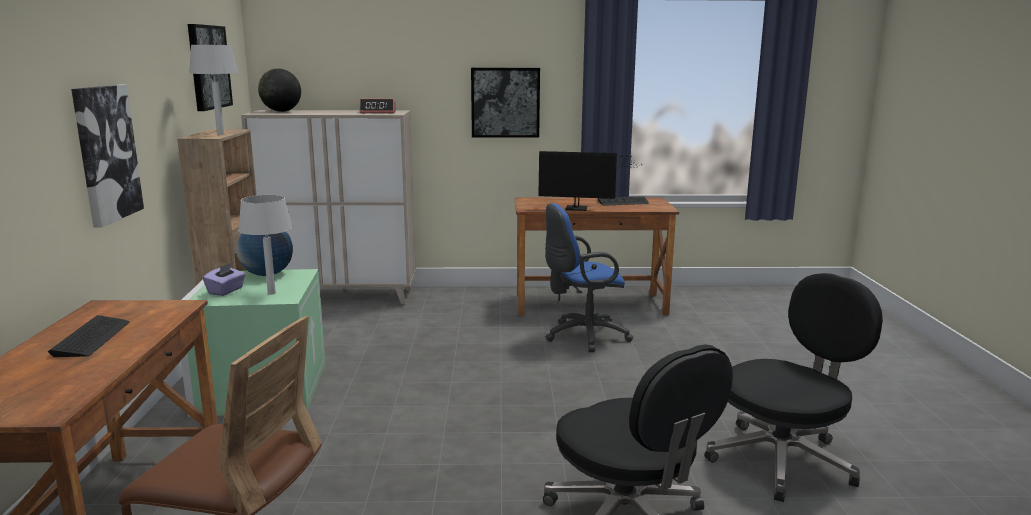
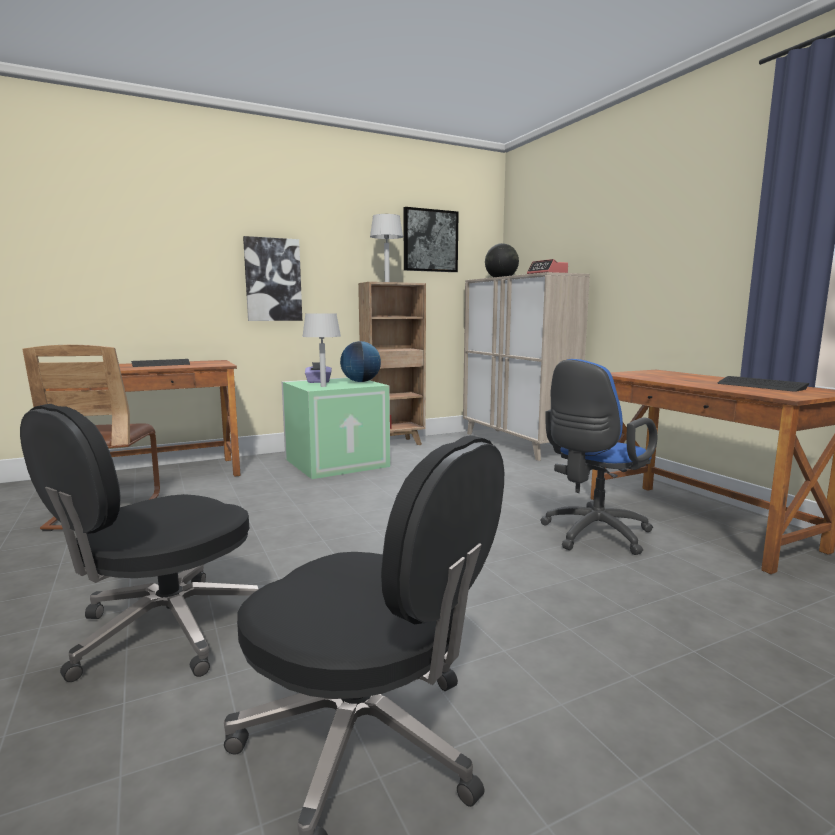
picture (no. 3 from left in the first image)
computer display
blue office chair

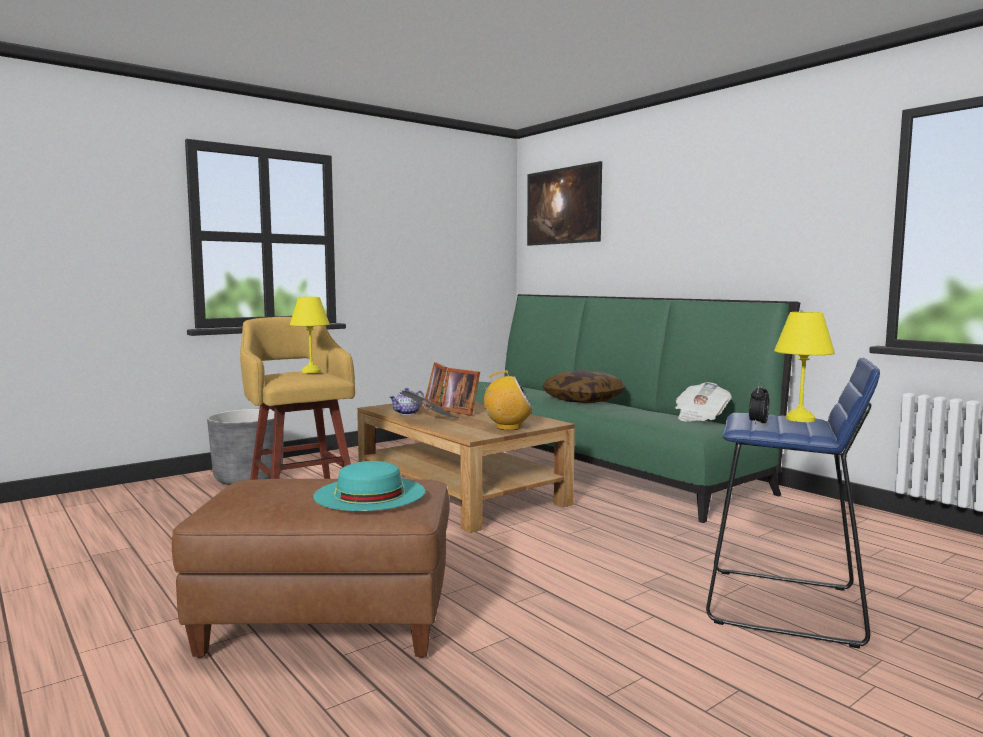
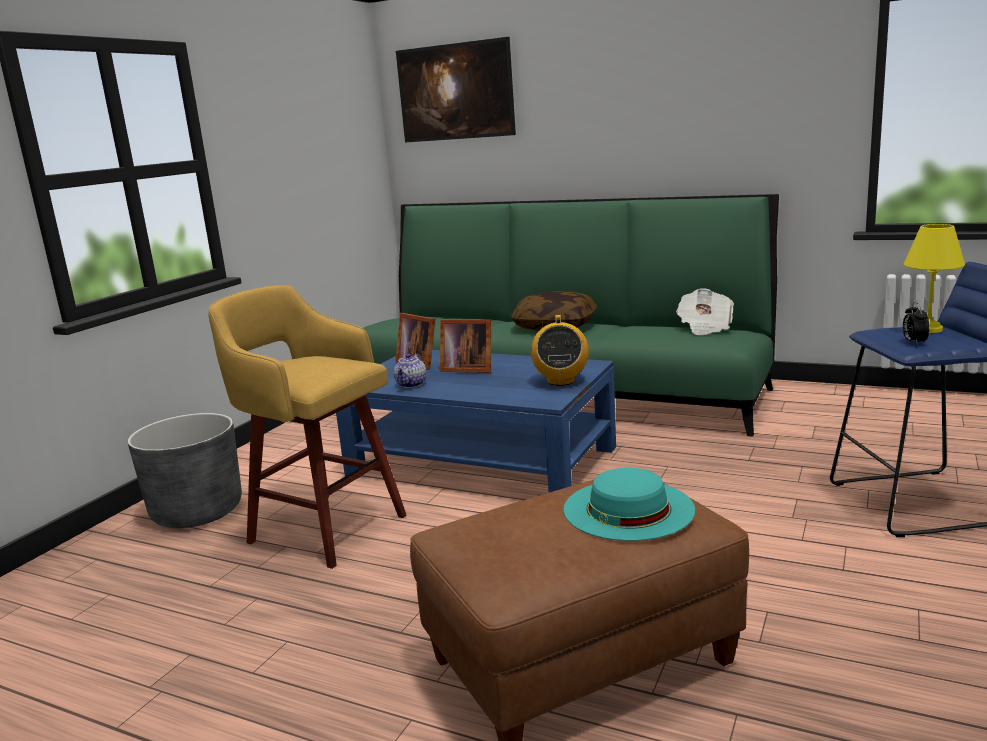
yellow-coloured table lamp (no. 1 from left in the first image)
radio
daily paper (no. 1 from left in the first image)
blue coffee table

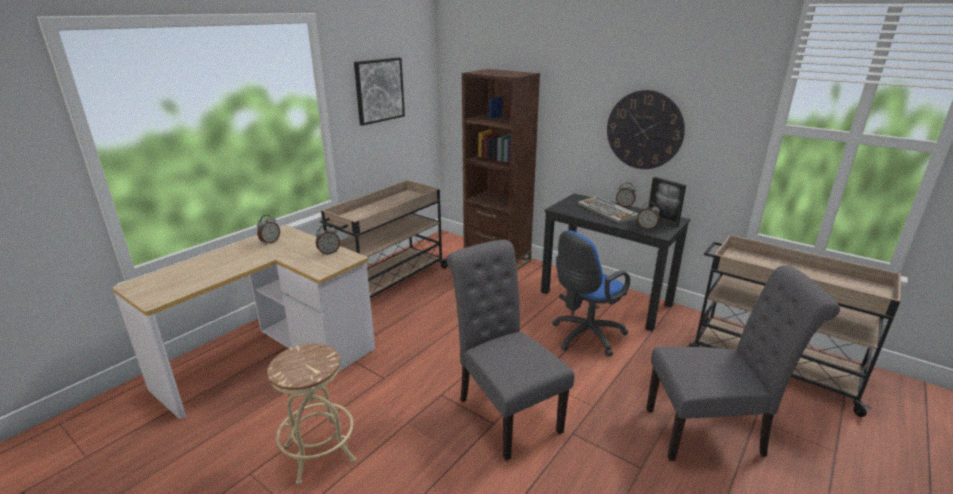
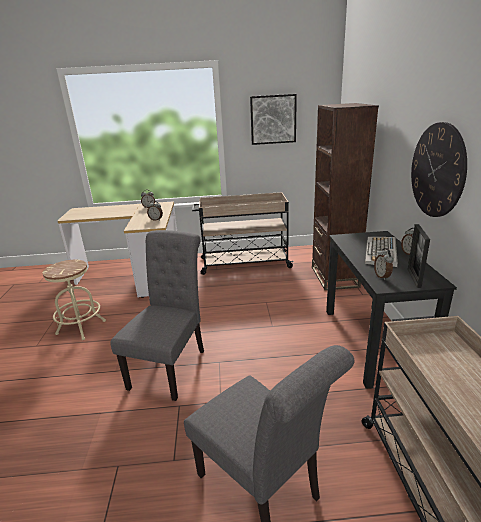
blue office chair

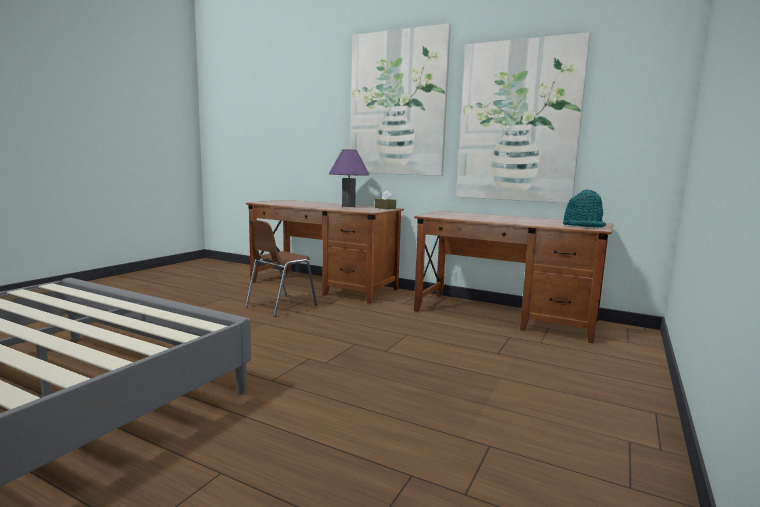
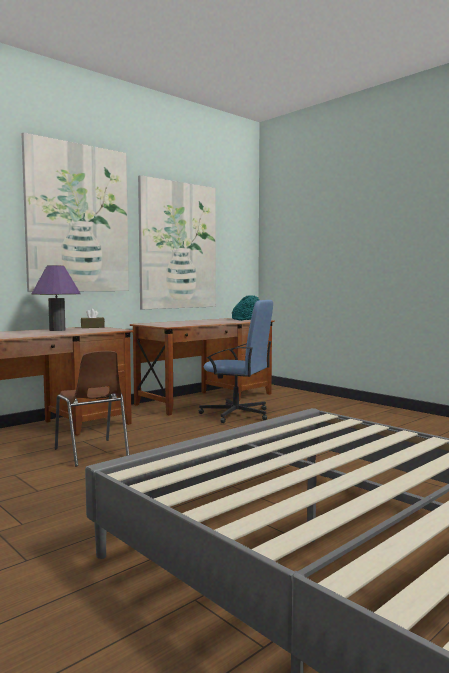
blue office chair

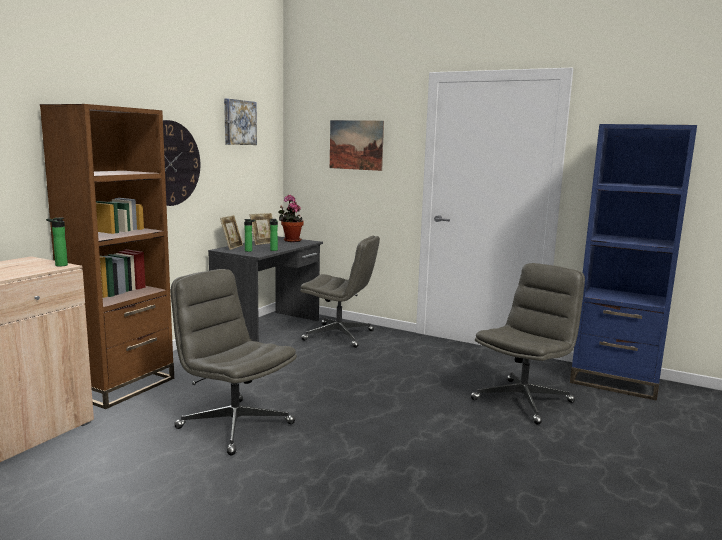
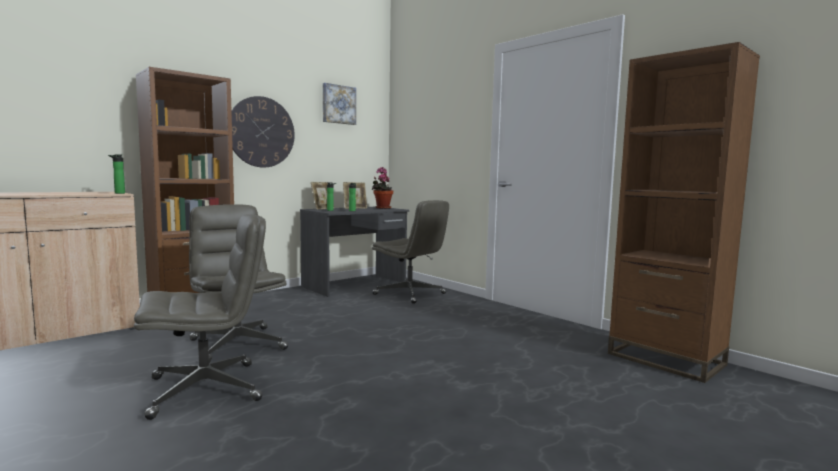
picture (no. 2 from left in the first image)
brown-coloured shelving unit (no. 2 from left)
greyish office chair (no. 1 from left)

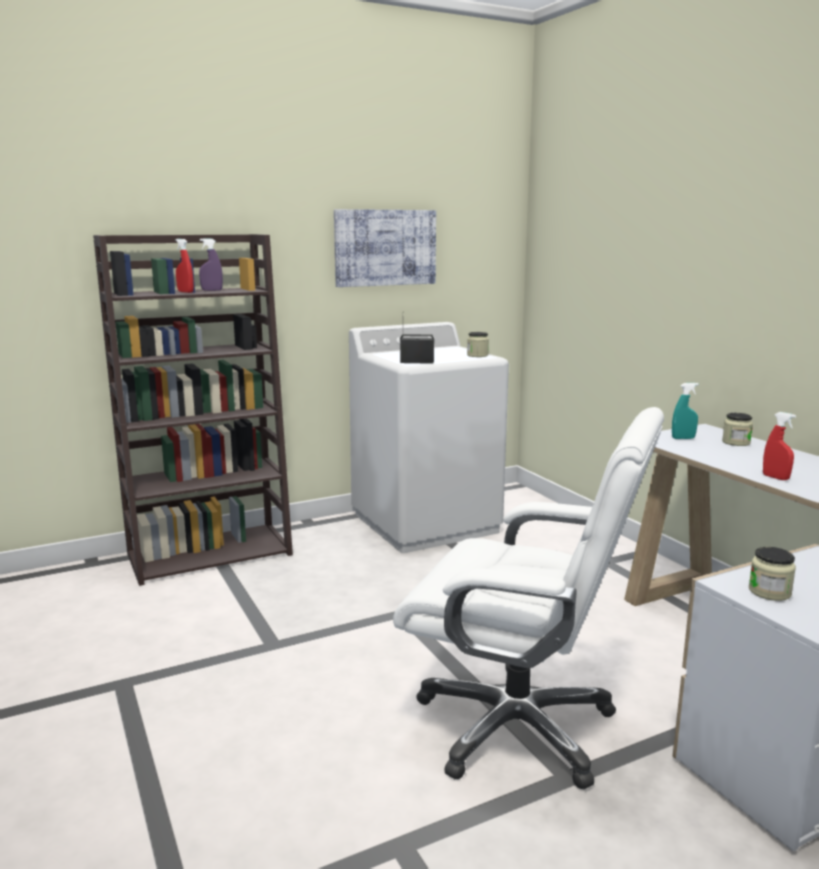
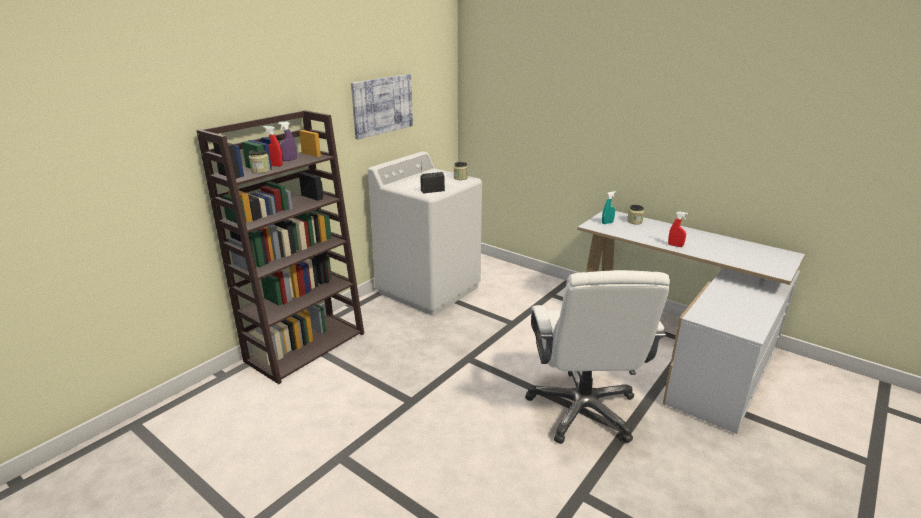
white-coloured office chair
storage jar (no. 1 from left)

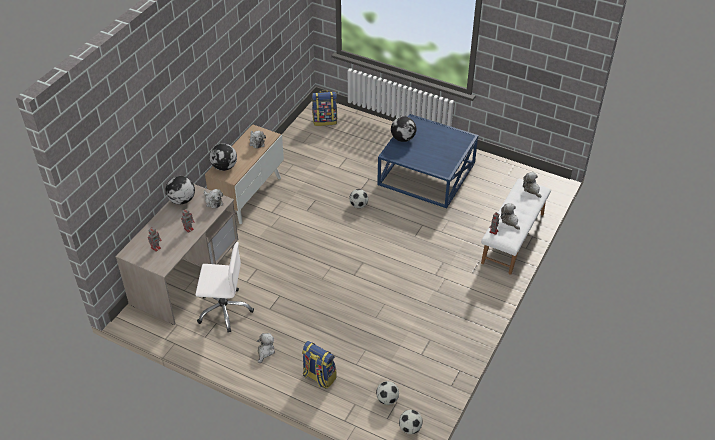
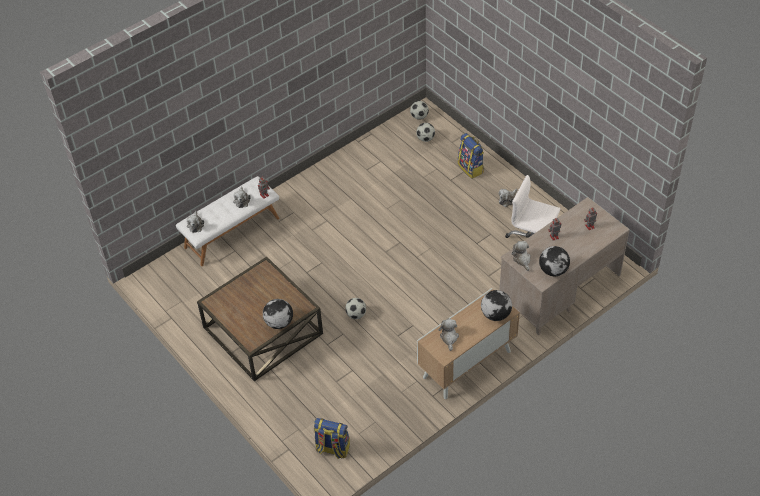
brown-coloured coffee table

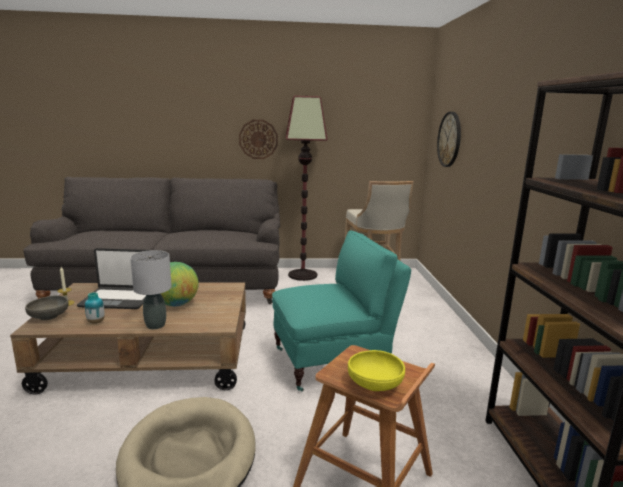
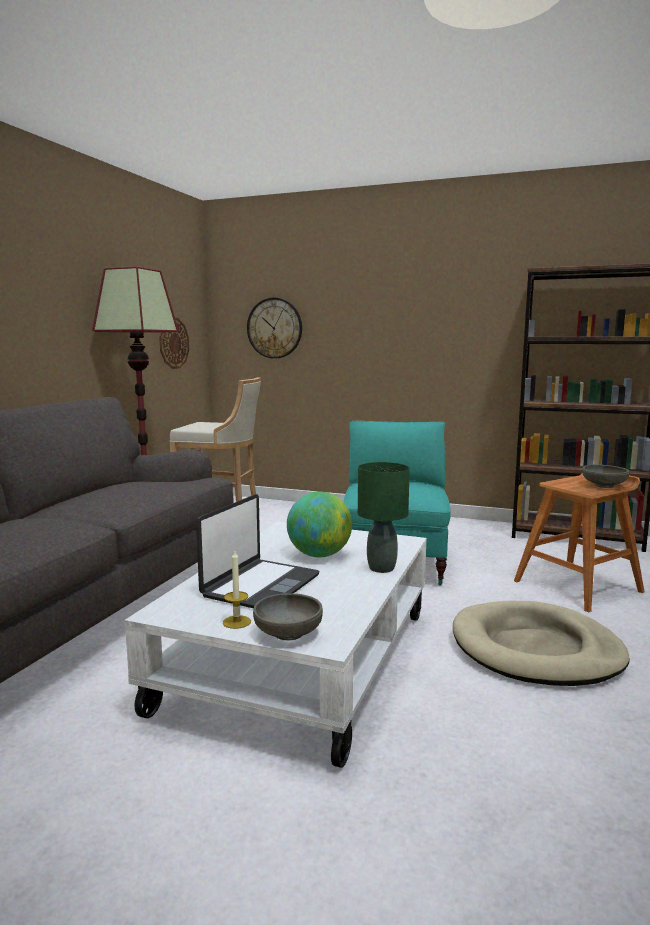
clock on the wall (no. 1 from left)
greenish table lamp
white-coloured coffee table
vase
greyish serving bowl (no. 2 from left)

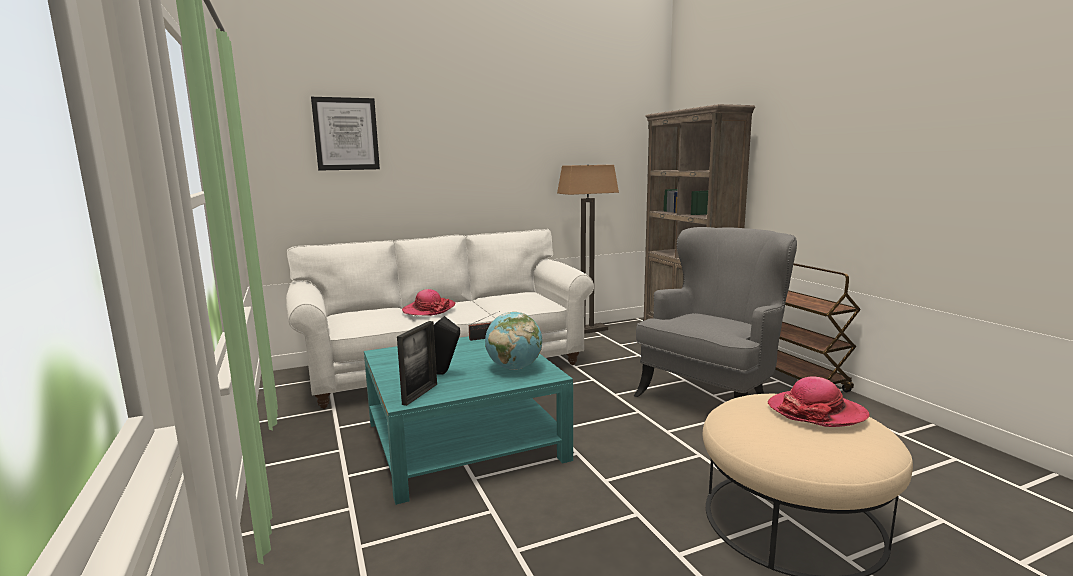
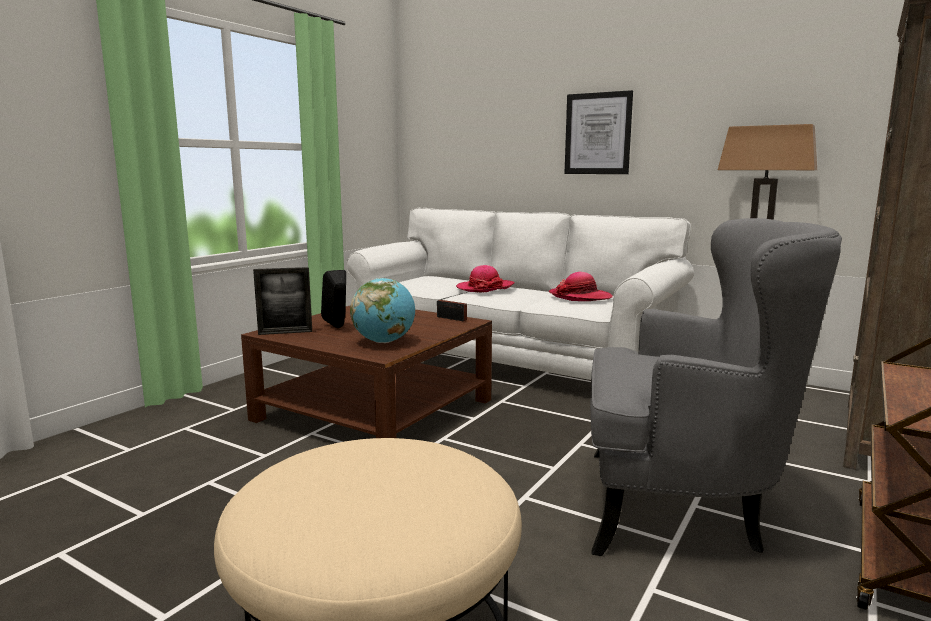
picture
brown-coloured coffee table
hat (no. 2 from left)

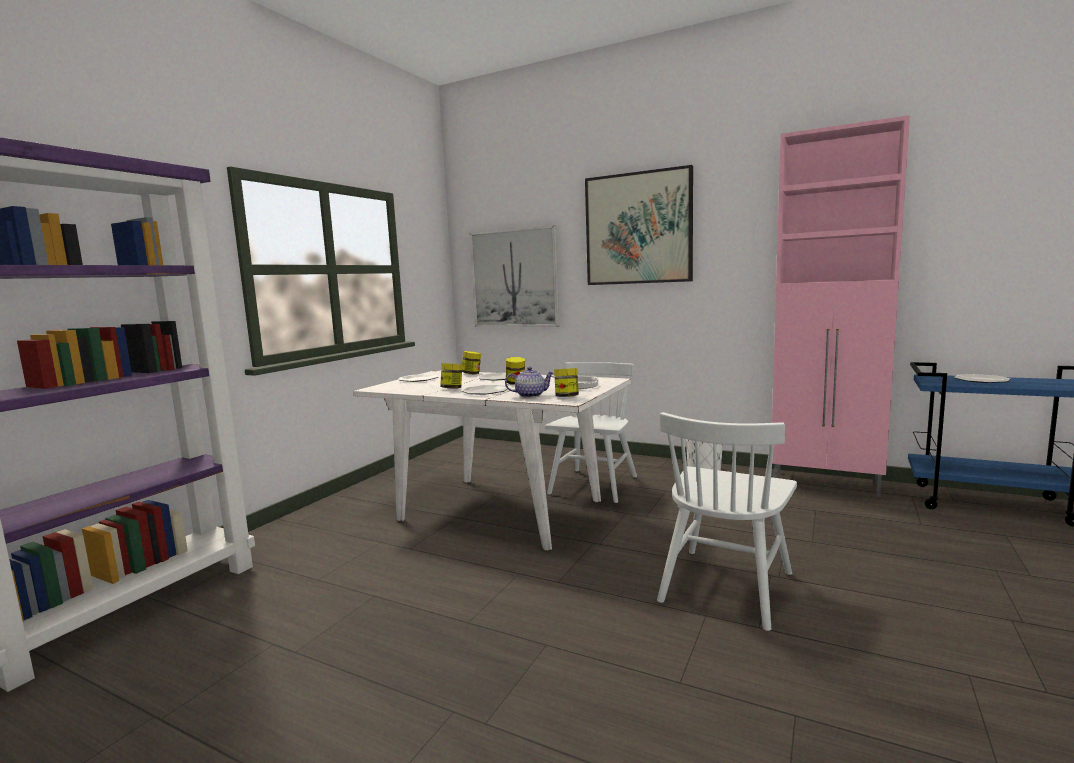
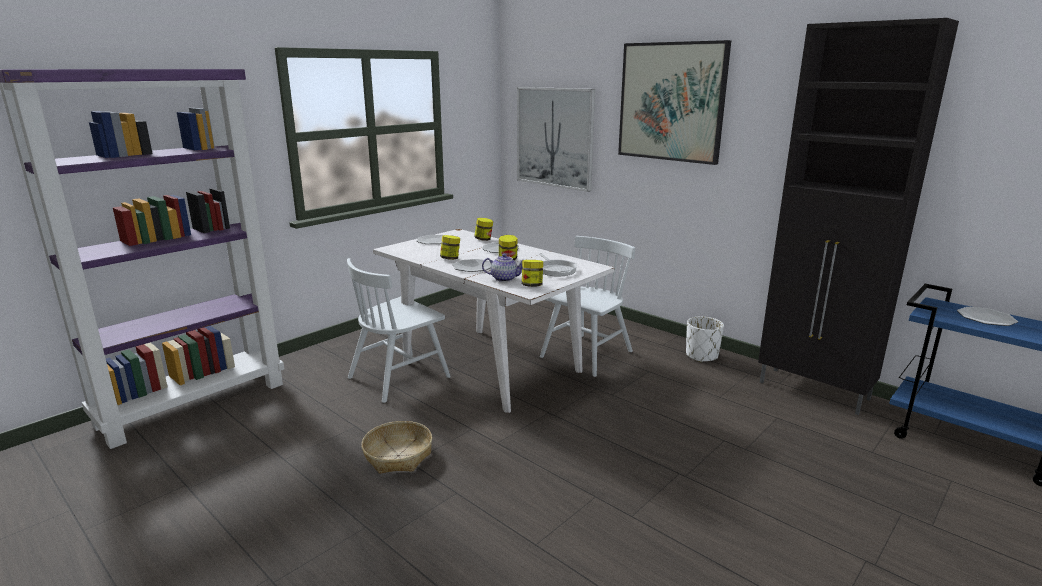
black-coloured cabinet
white-coloured upright chair (no. 1 from left)
storage basket

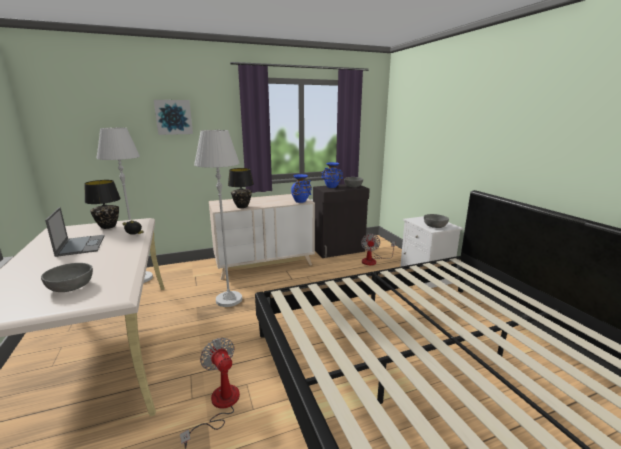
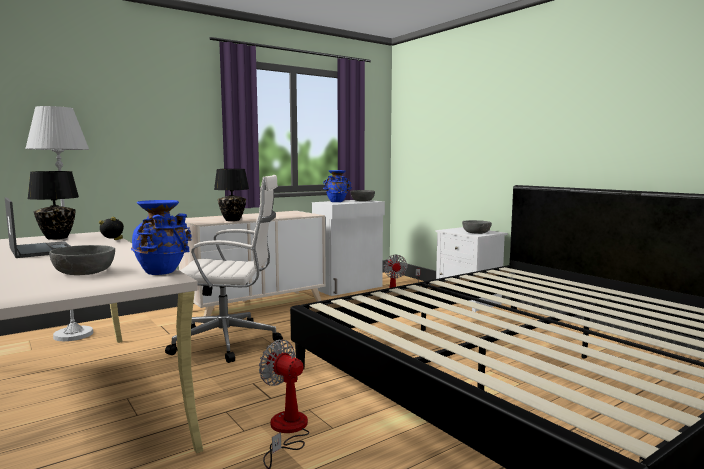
picture
white-coloured office chair
blue vase (no. 1 from left)
white-coloured cabinet

